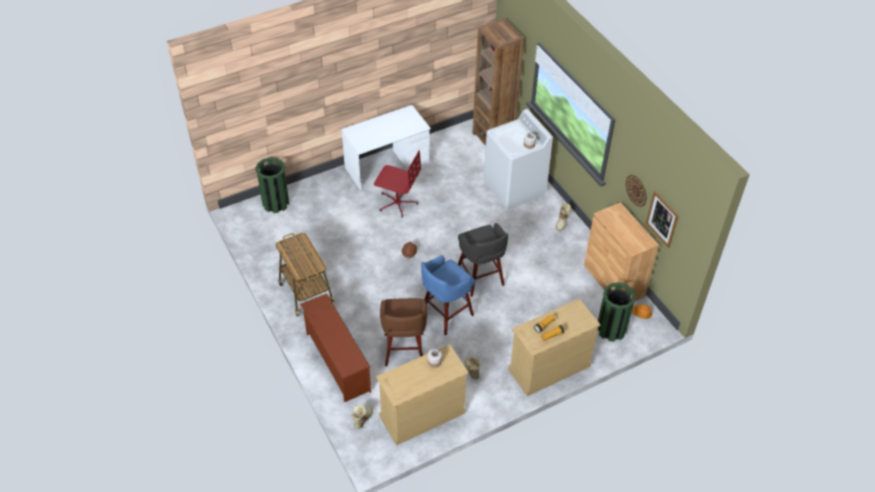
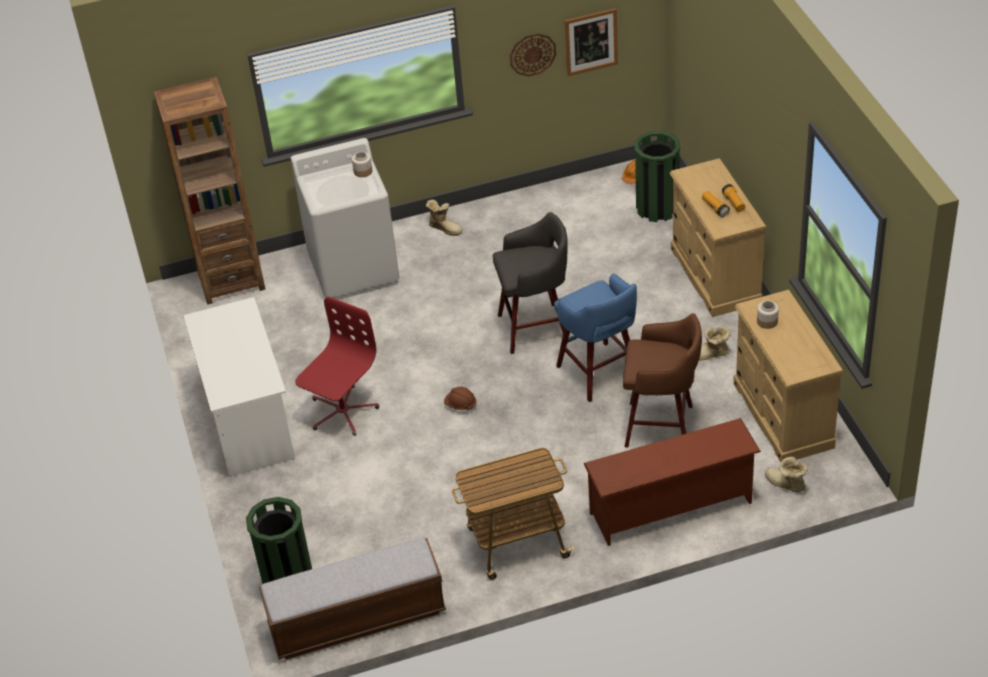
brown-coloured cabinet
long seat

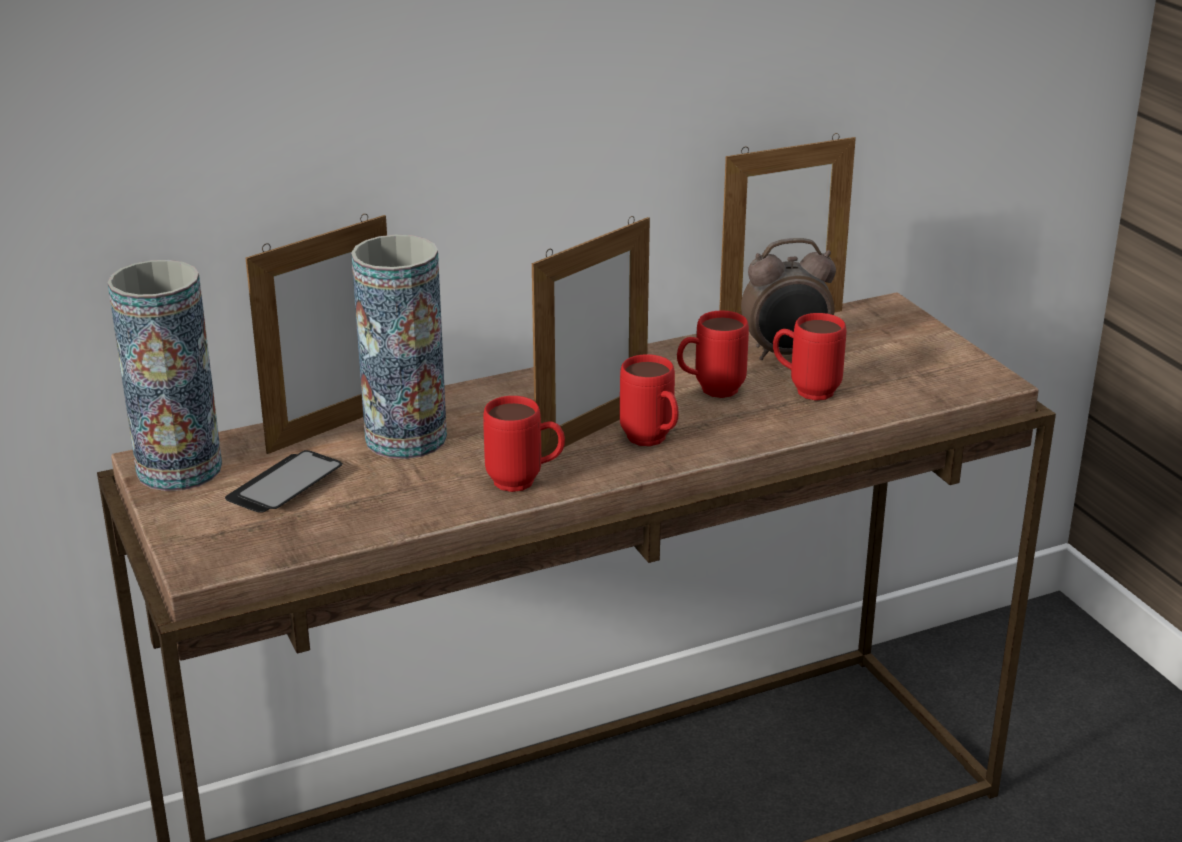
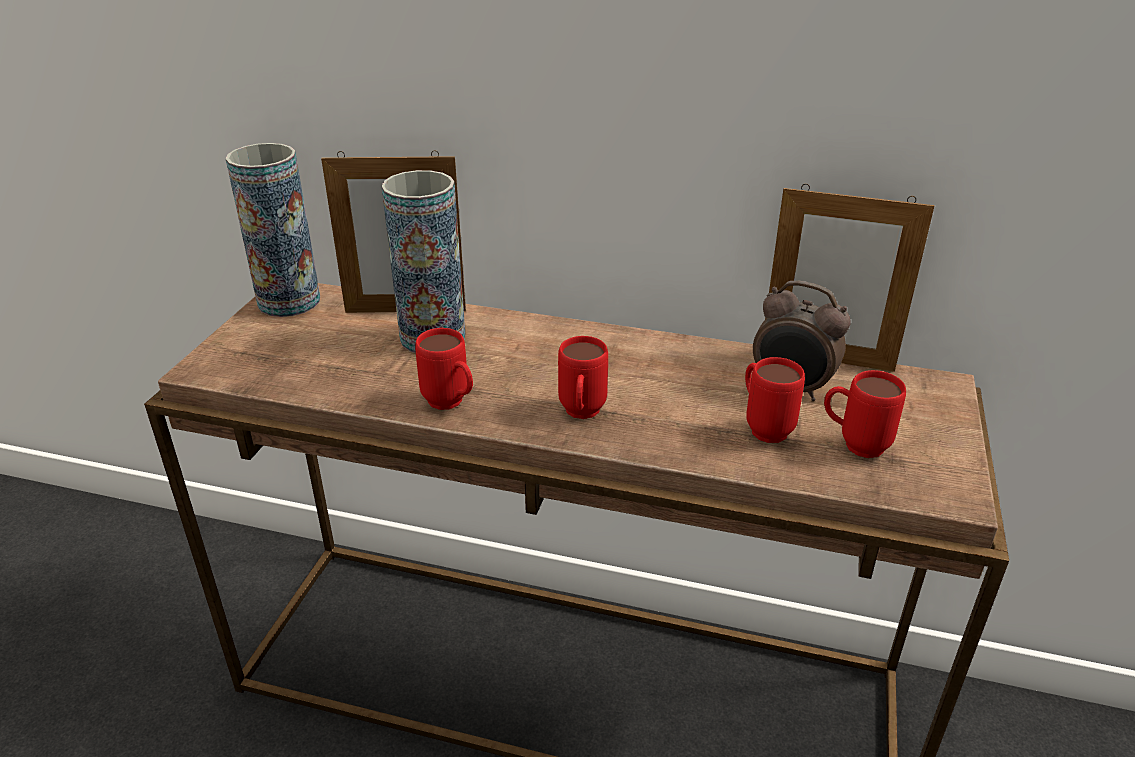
standing frame (no. 2 from left in the first image)
red-coloured tea mug (no. 4 from left)
telephone

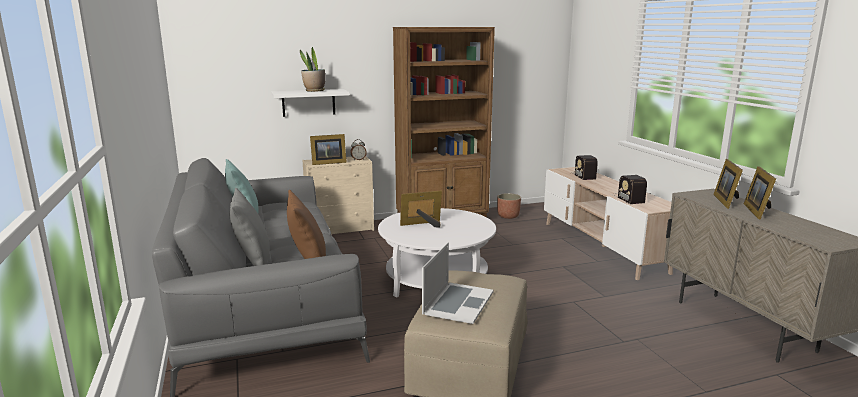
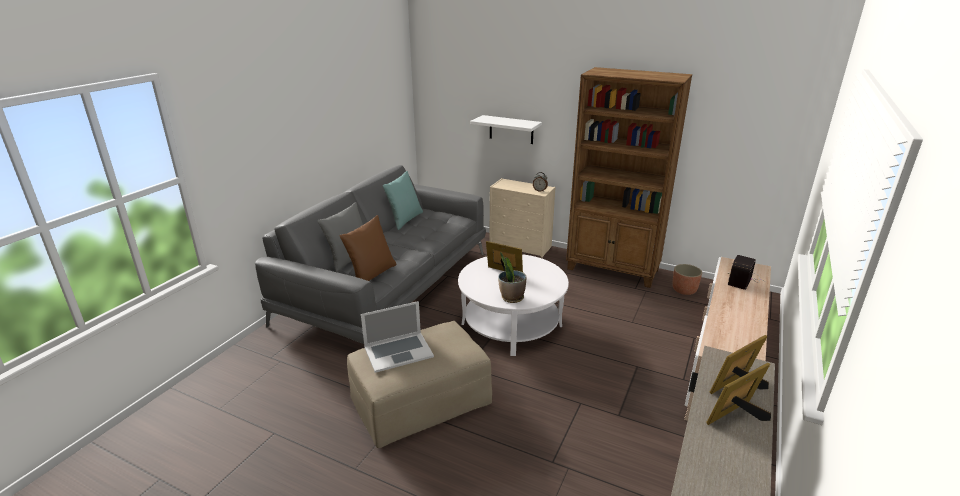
plant in a pot
standing frame (no. 1 from left in the first image)
radio (no. 2 from left in the first image)

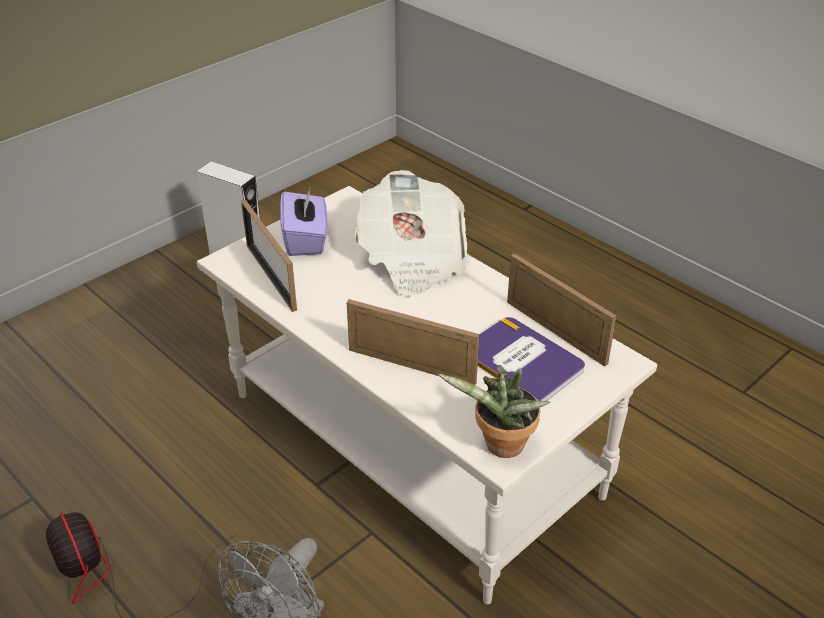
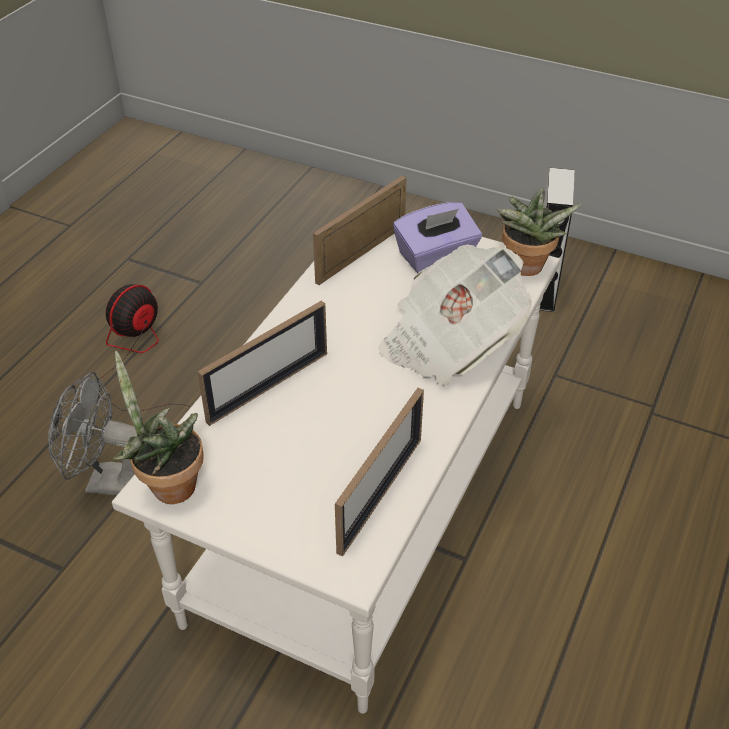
standing frame (no. 1 from left)
volume
plant in a pot (no. 2 from left)

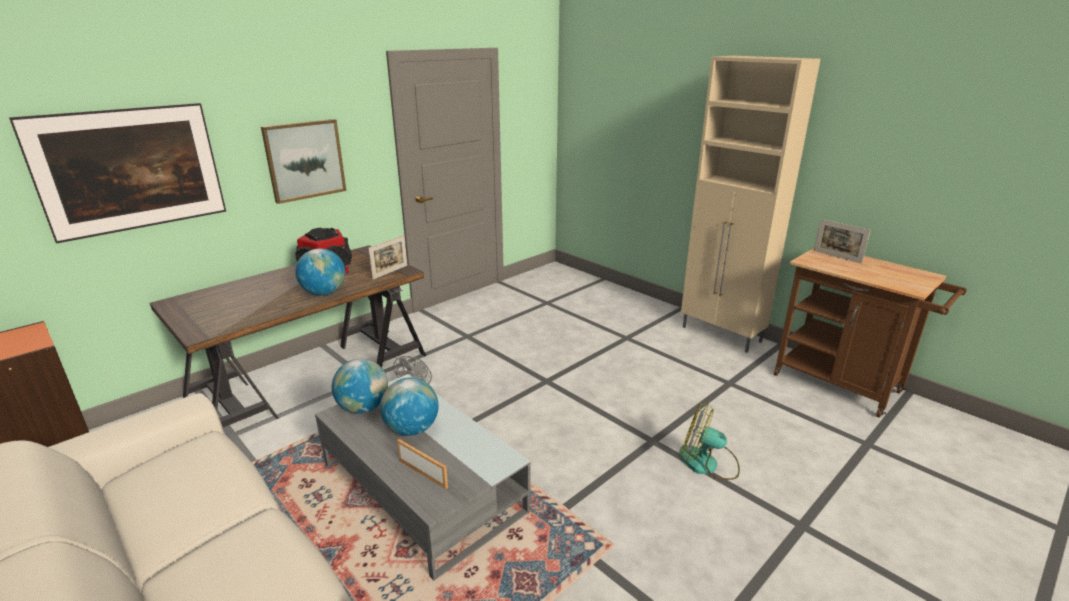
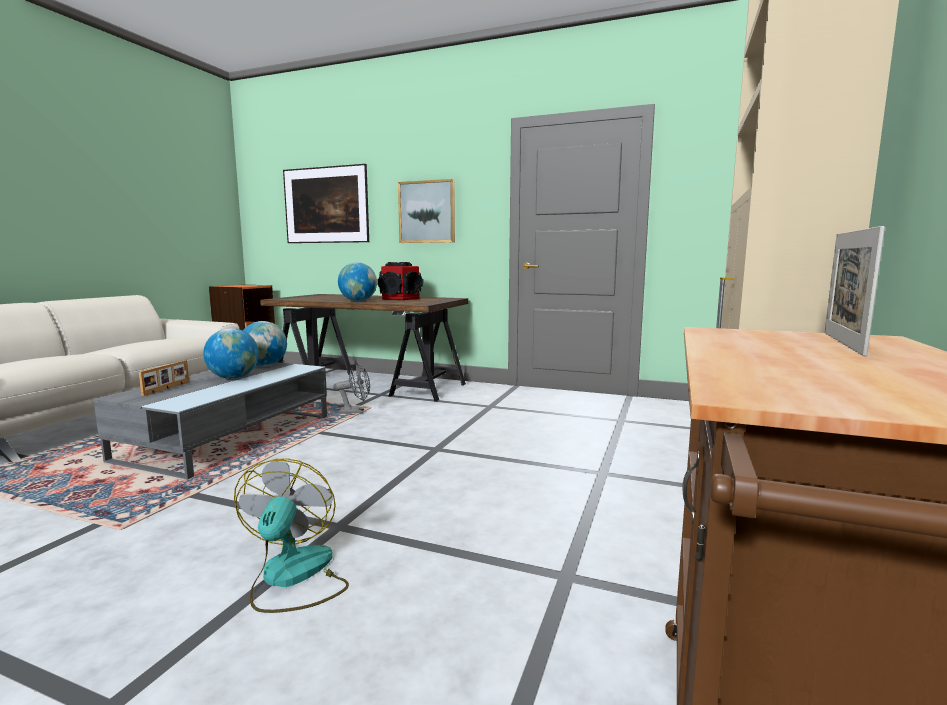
standing frame (no. 1 from left in the first image)

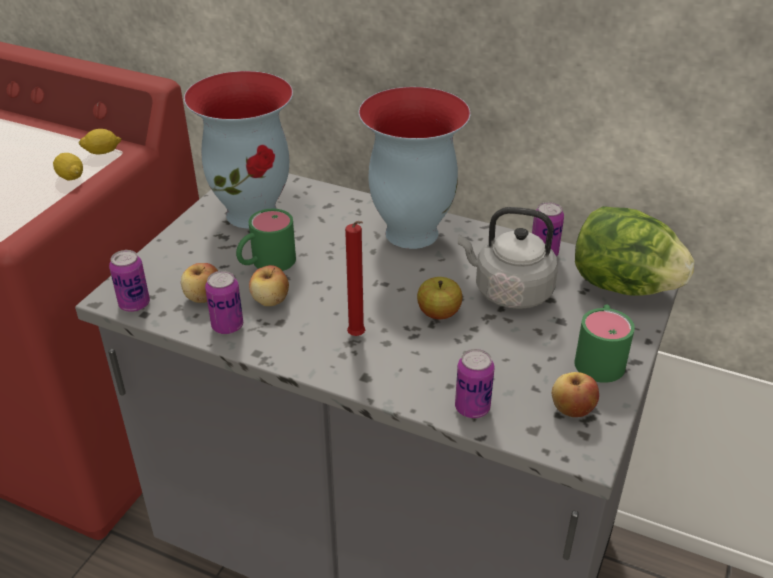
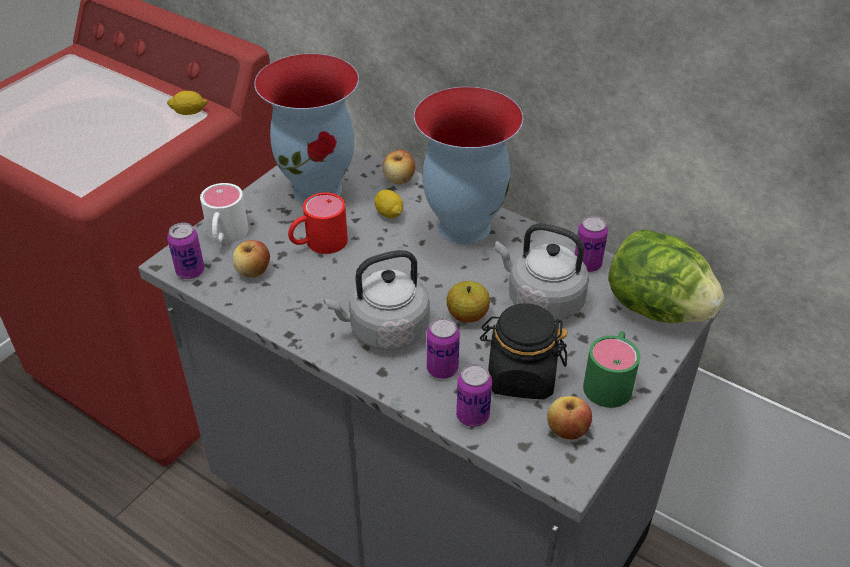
whole lemon (no. 2 from left)
red-coloured tea mug
greyish tea kettle (no. 1 from left)
apple fruit (no. 2 from left)
sealed can (no. 2 from left)
white-coloured tea mug
black-coloured storage jar

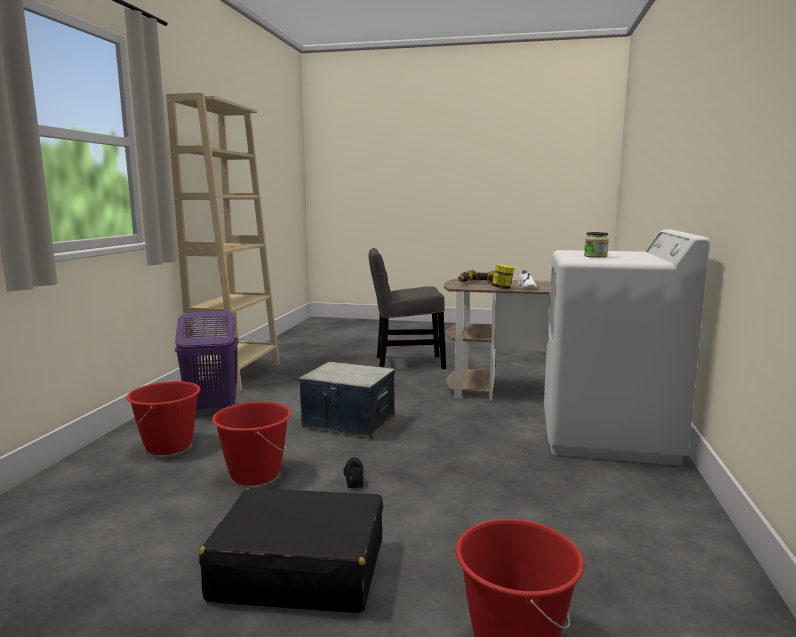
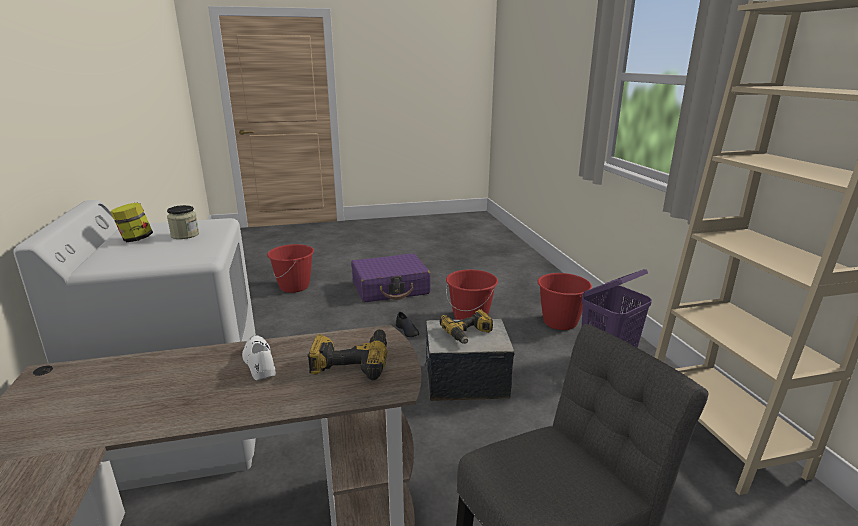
storage jar (no. 1 from left)
purplish piece of luggage
electric drill (no. 2 from left)

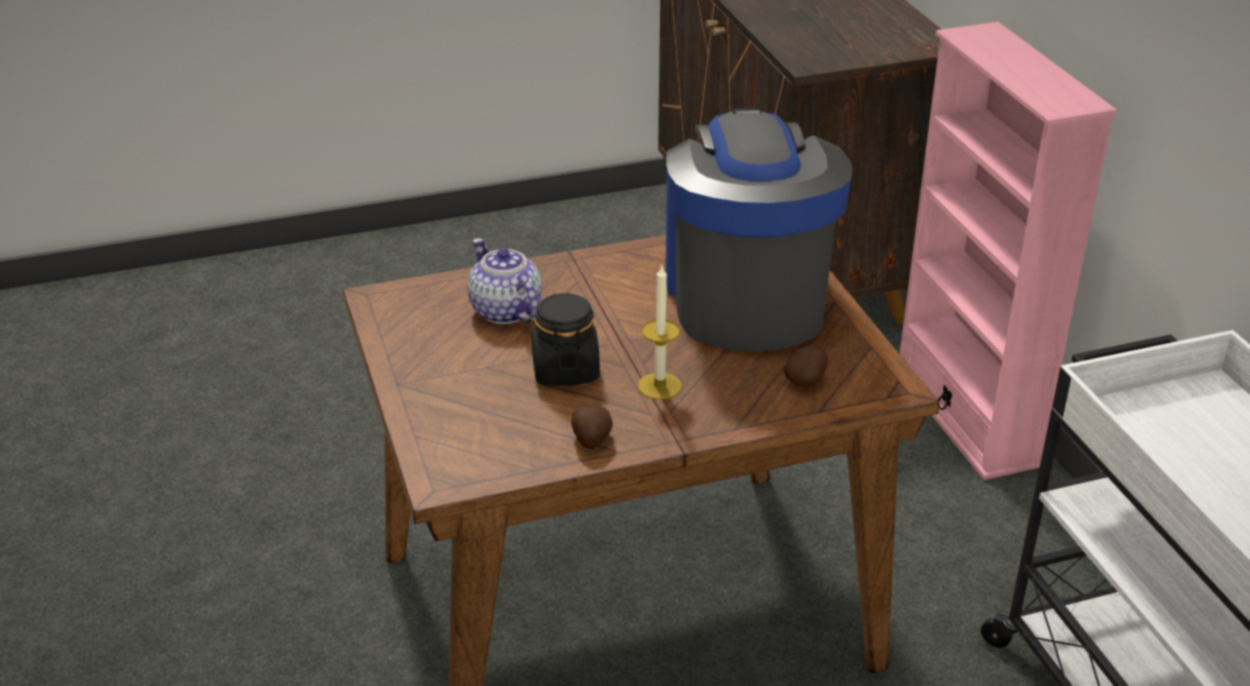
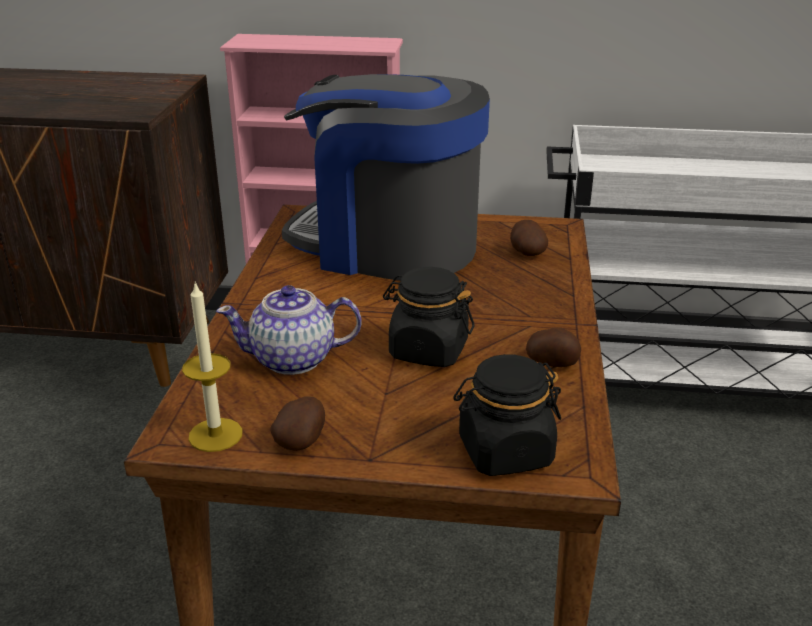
wax light
black-coloured storage jar (no. 2 from left)
potato (no. 1 from left)

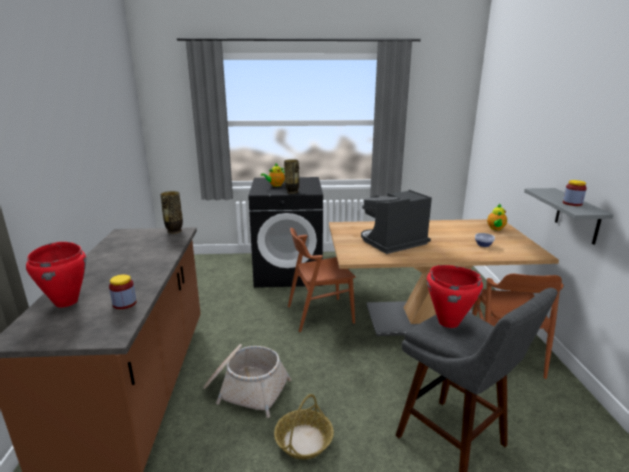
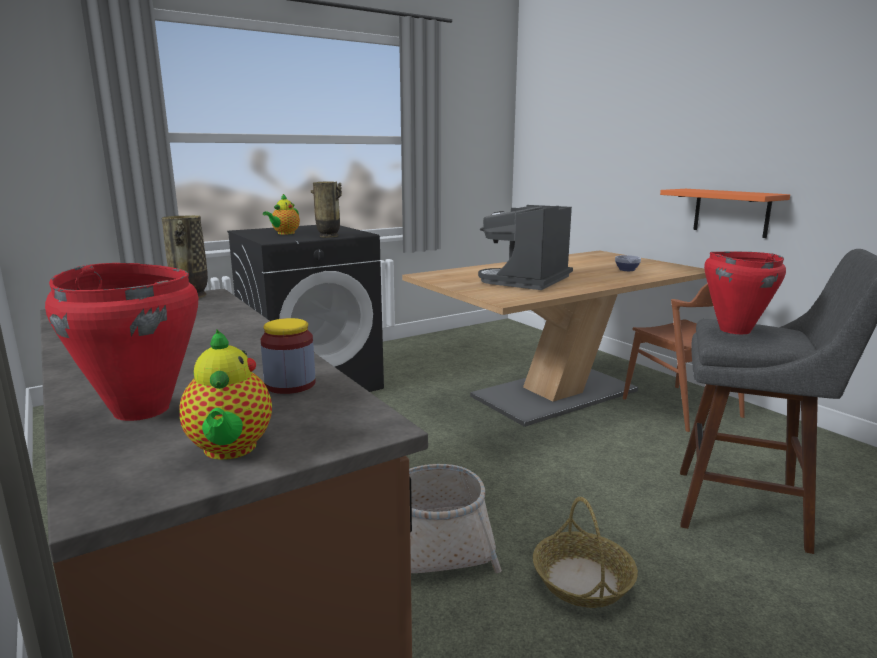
storage jar (no. 2 from left in the first image)
orange-coloured shelf
tea pot (no. 1 from left)
brown-coloured upright chair (no. 1 from left in the first image)

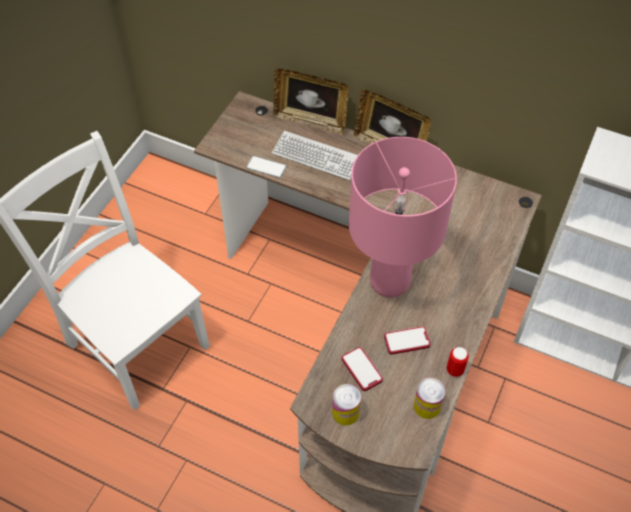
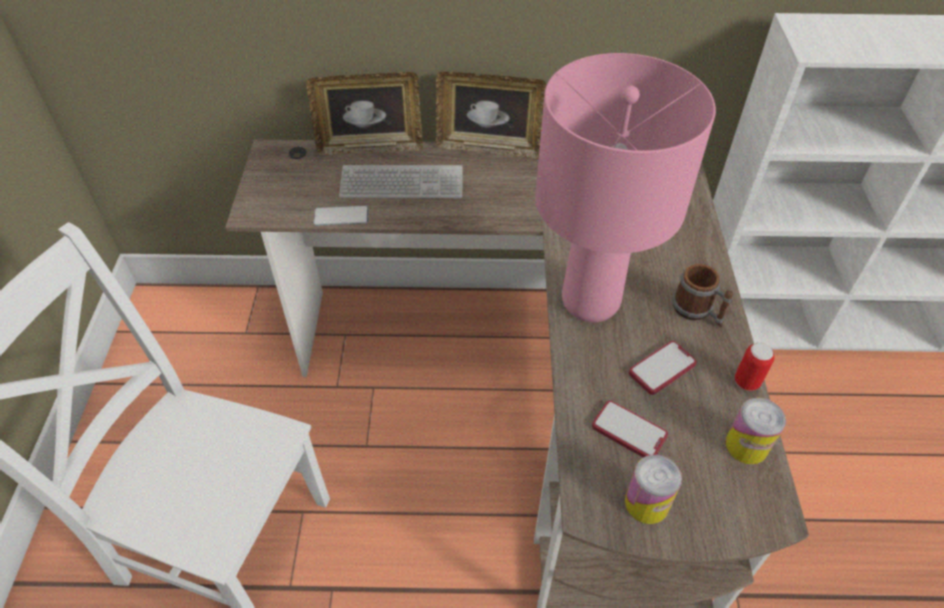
tea mug

